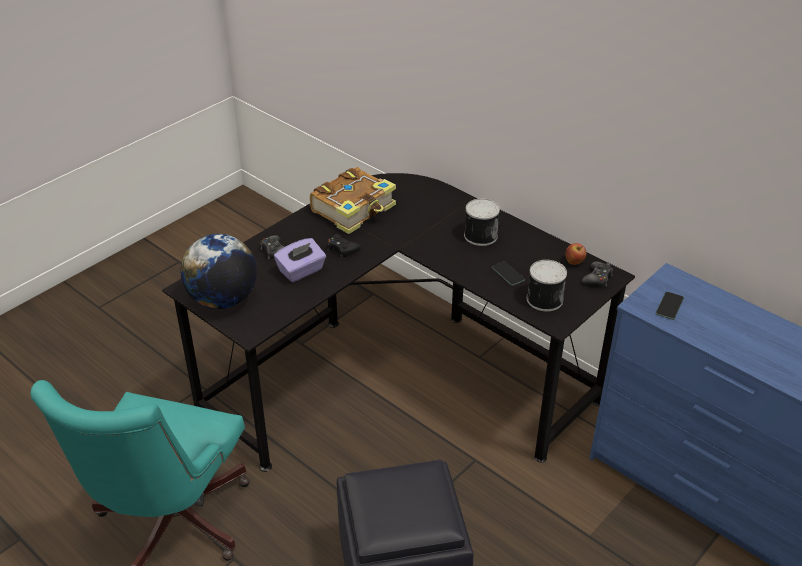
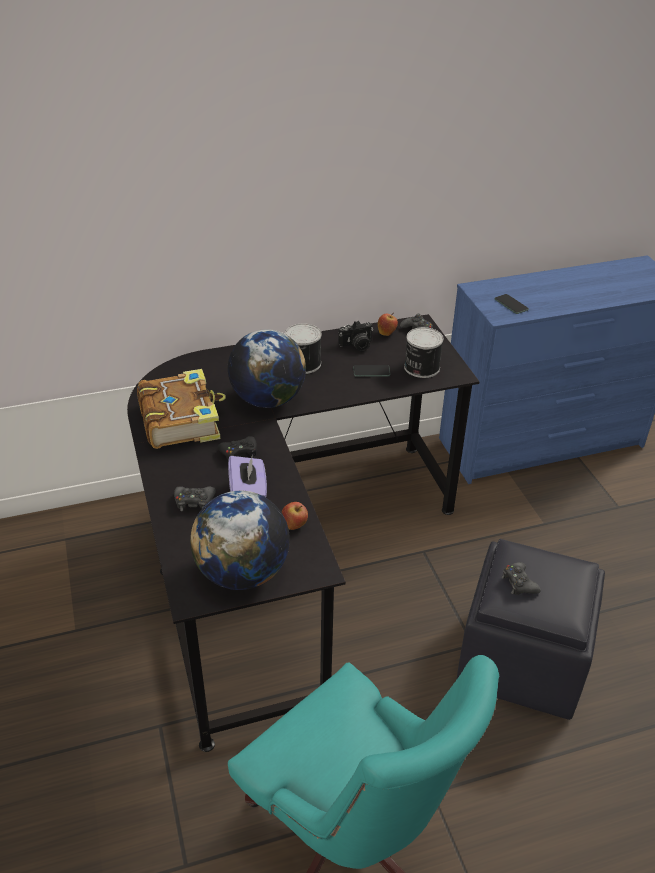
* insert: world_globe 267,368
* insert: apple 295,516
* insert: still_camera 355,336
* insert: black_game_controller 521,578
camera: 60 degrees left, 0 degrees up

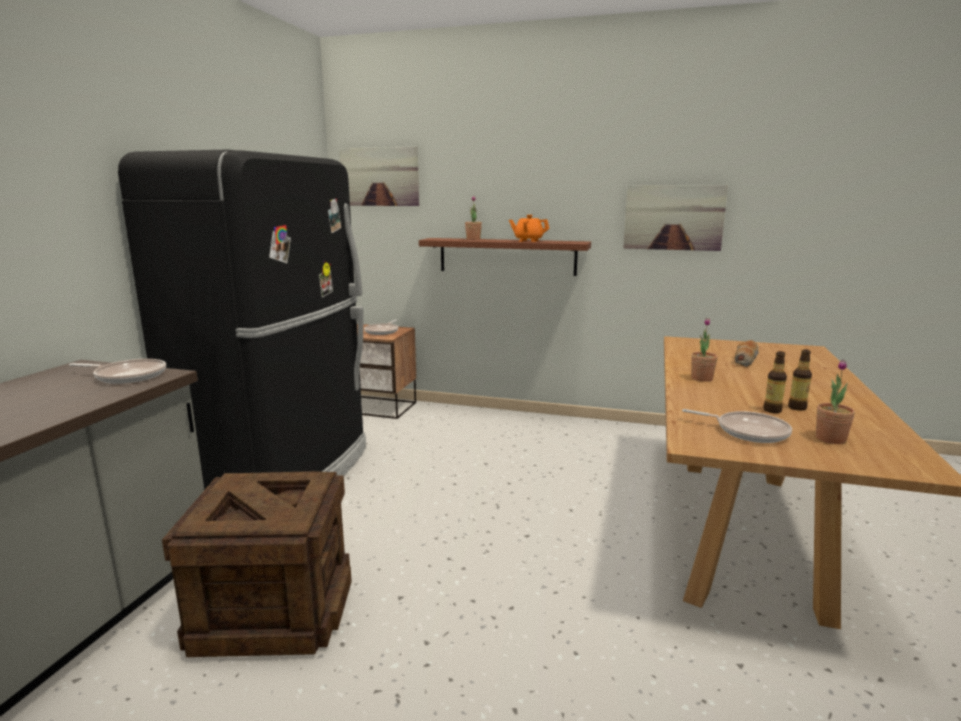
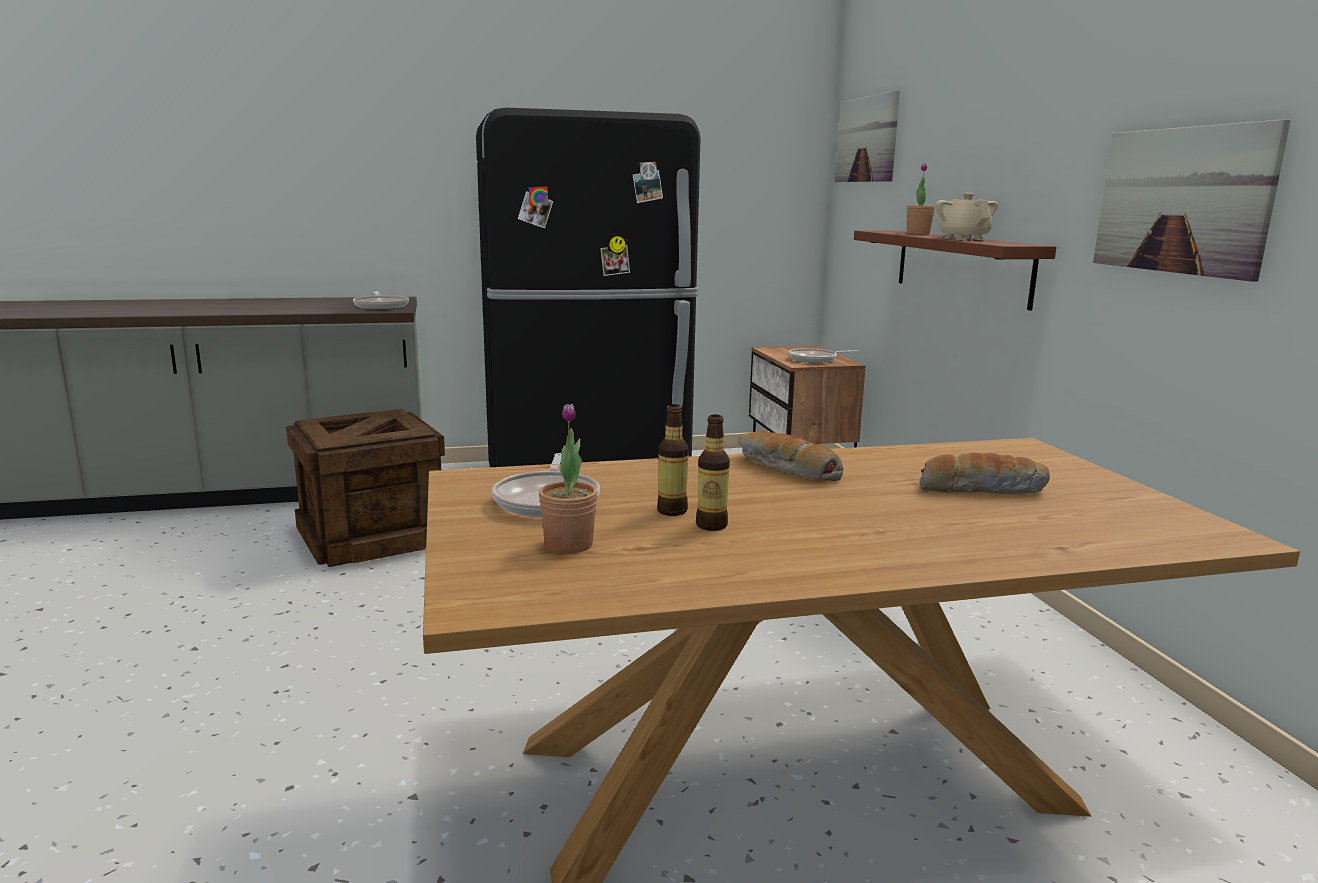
* recolor: orange-coloured_tea_pot 529,228 to sand-coloured_tea_pot 967,216
* replace: potted_plant 704,350 to bakery_bread 791,455
camera: 60 degrees right, 0 degrees up

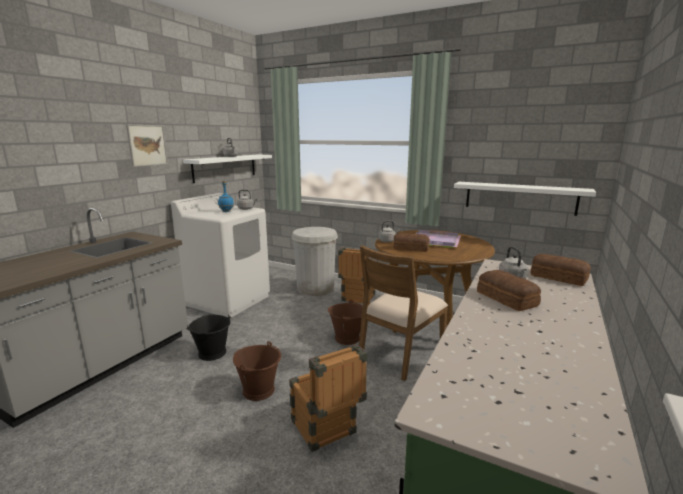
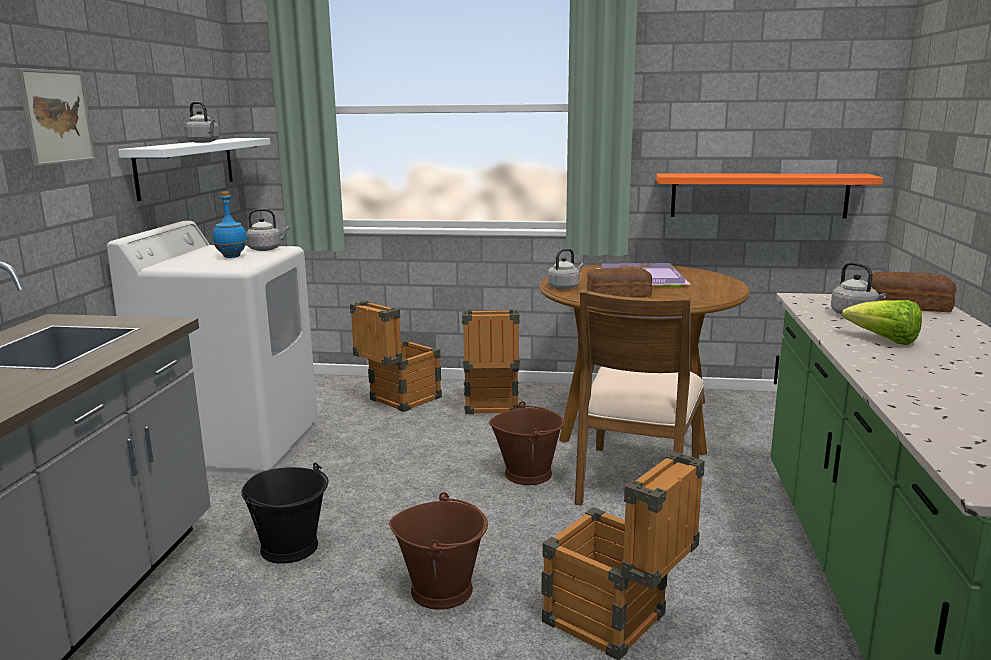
* replace: white-coloured_waste_bin 314,261 to crate 396,356
* recolor: white-coloured_shelf 525,199 to orange-coloured_shelf 769,195
* replace: bakery_bread 509,290 to lettuce_head 882,322
camera: 20 degrees left, 0 degrees up

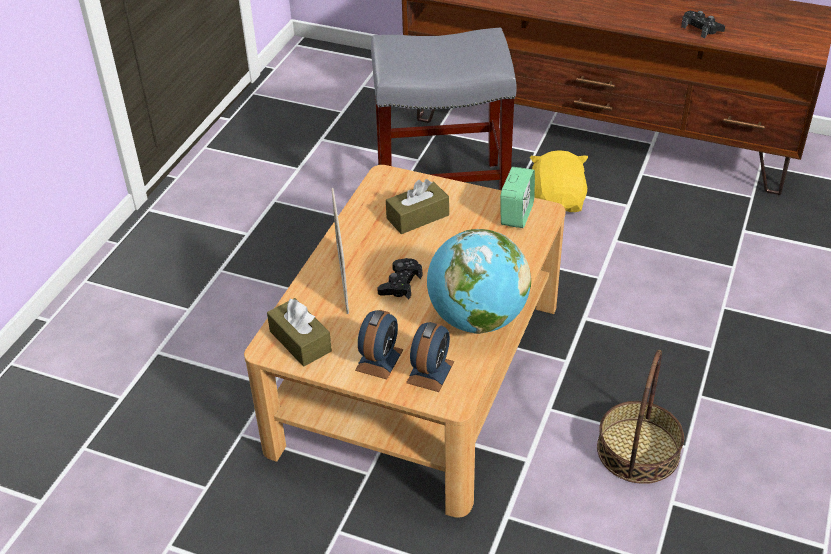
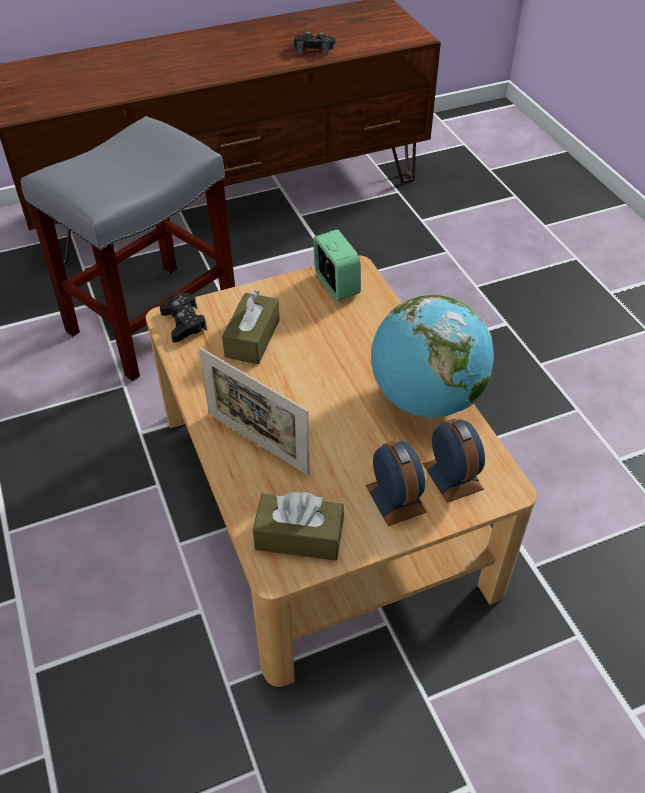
* move: black_game_controller 399,278 to 183,317
* delete: yellowish_plush_toy 559,181
* delete: household_basket 640,417
camera: 45 degrees left, 5 degrees up

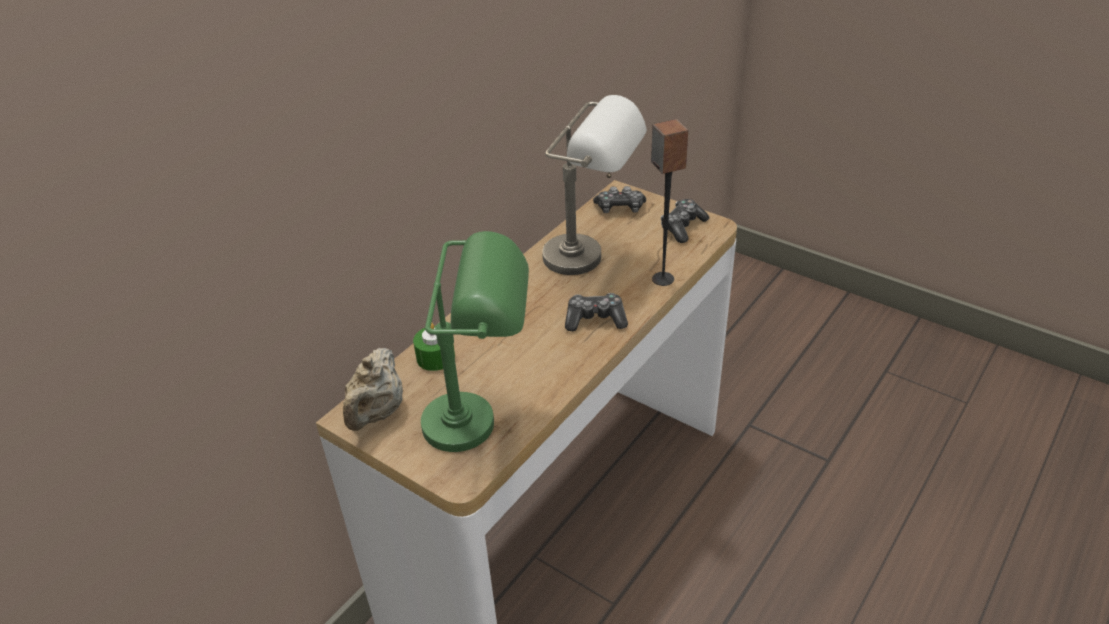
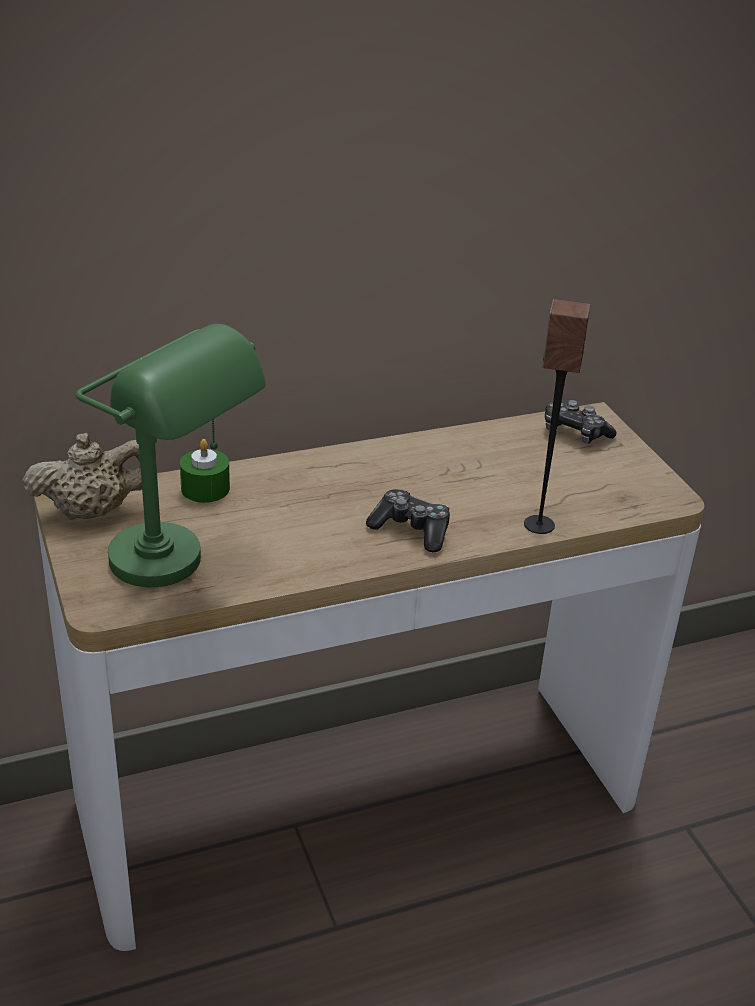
* rotate: sand-coloured_tea_pot 373,389 = 82,476 150 degrees counterclockwise
* delete: grey_lamp_for_a_table 594,185
* delete: game_controller 685,221
camera: 30 degrees right, 5 degrees down

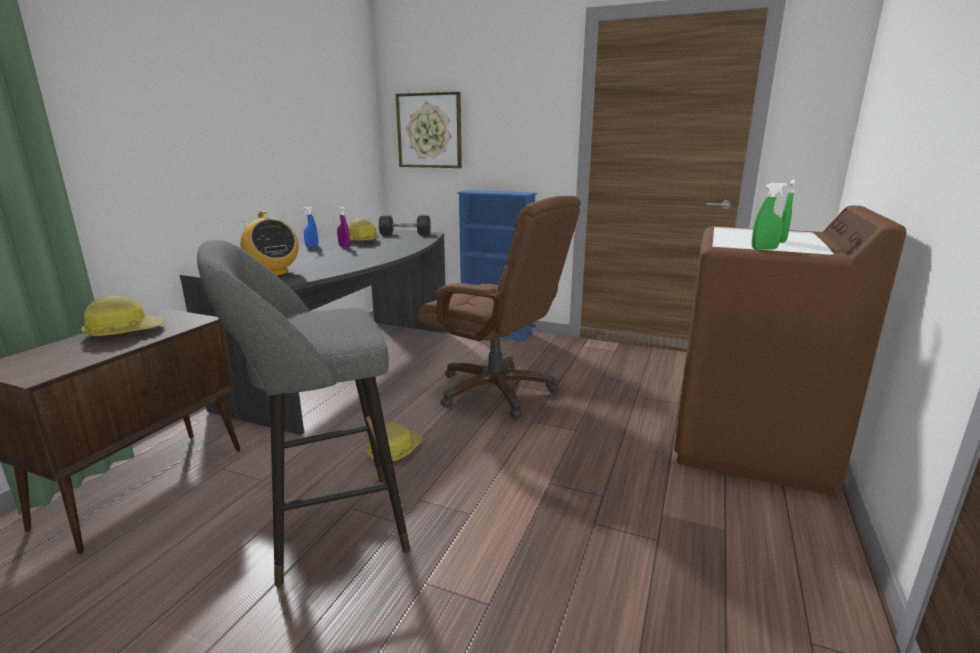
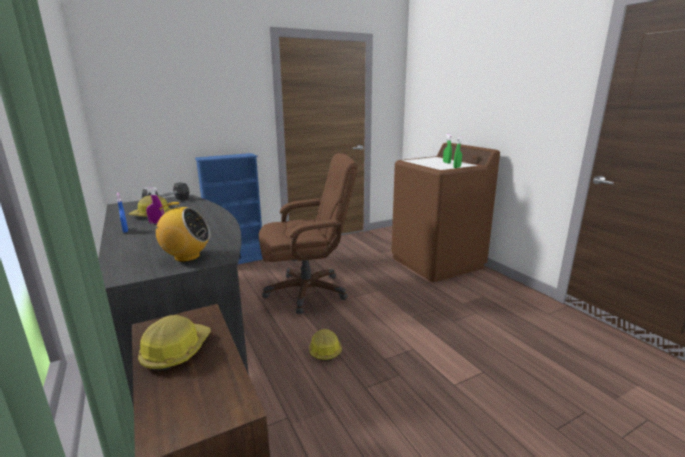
* delete: grey_sitting_stool 303,413
* delete: wall_picture 429,129
camera: 50 degrees left, 0 degrees up

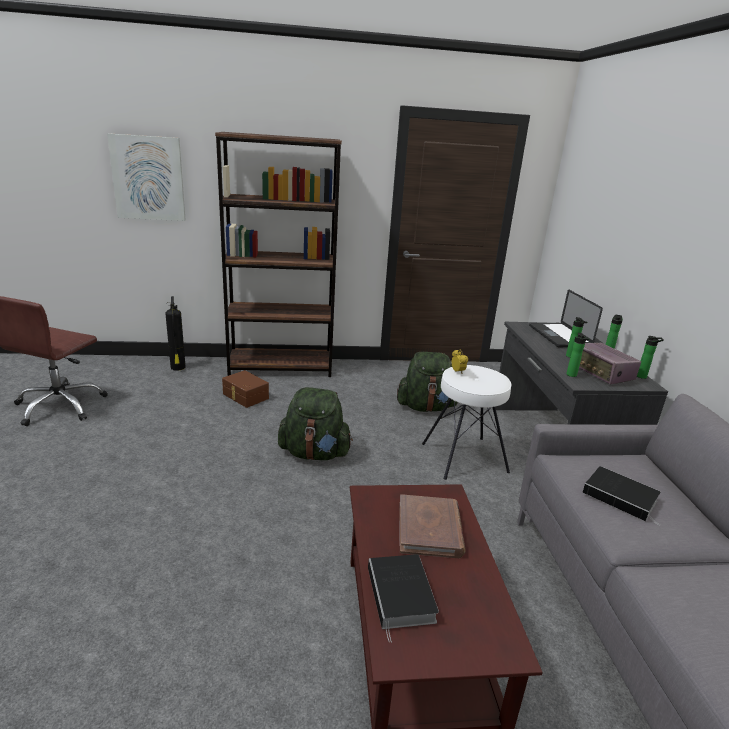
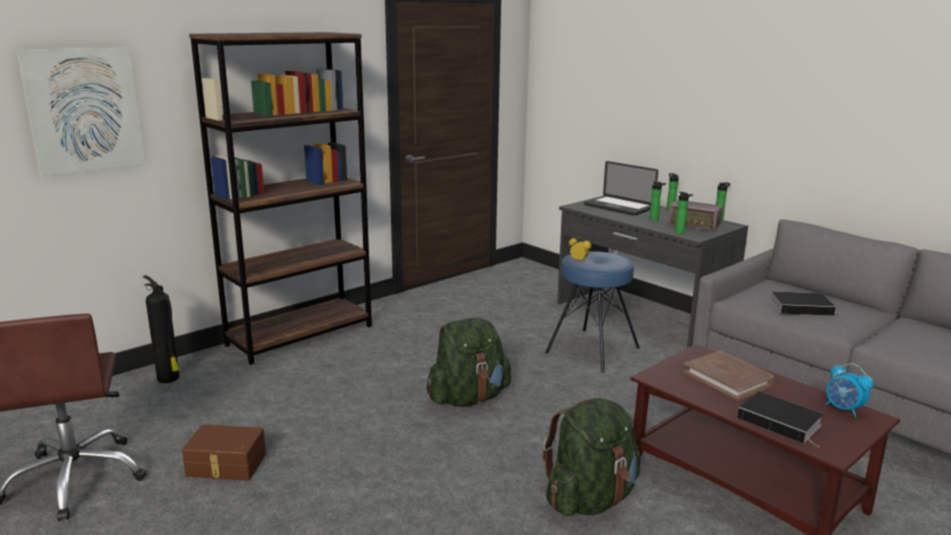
* move: brownish_storage_bin 245,389 to 224,453
* move: green-coloured_rucksack 427,382 to 592,457
* recolor: white-coloured_sitting_stool 466,422 to blue-coloured_sitting_stool 592,312
* insert: table_clock 849,390
camera: 35 degrees left, 5 degrees down

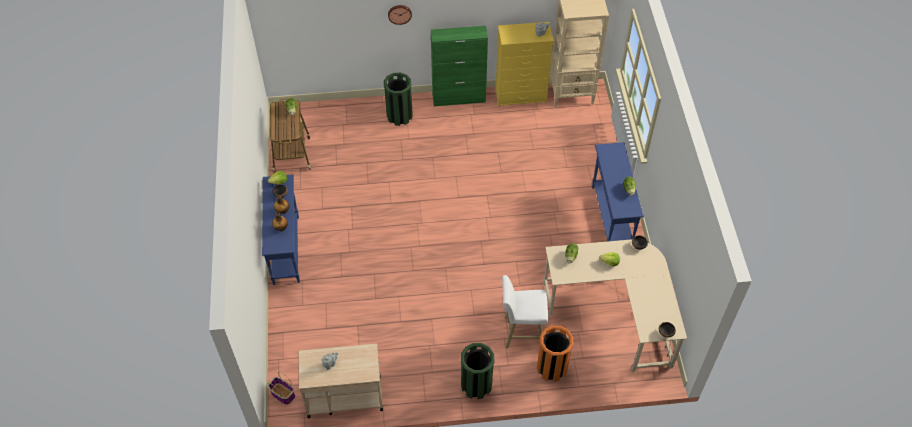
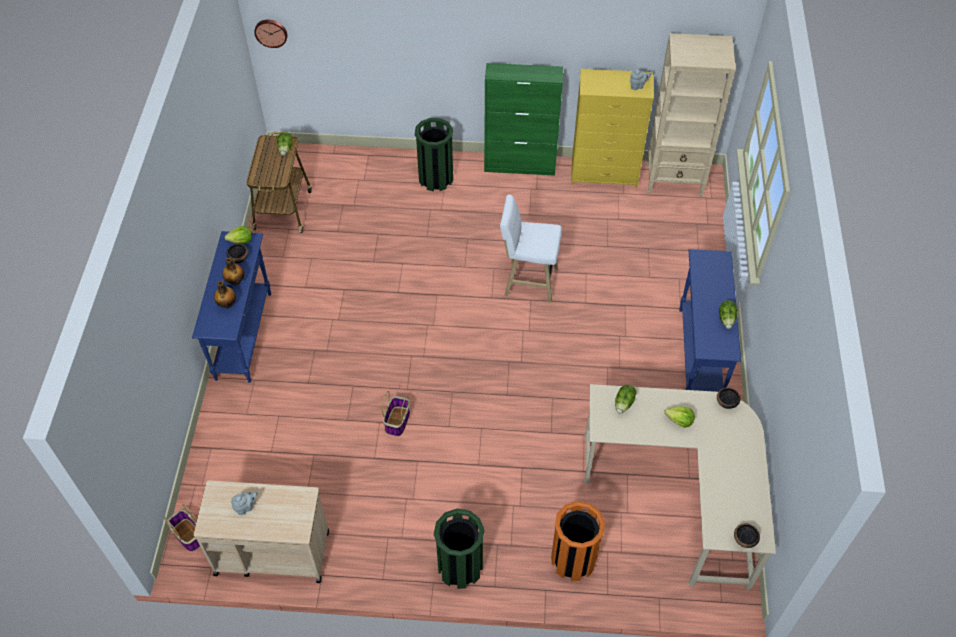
* move: clock_on_the_wall 400,15 to 270,34
* move: white-coloured_sitting_stool 525,311 to 531,249
* insert: household_basket 396,413
camera: 10 degrees right, 0 degrees up

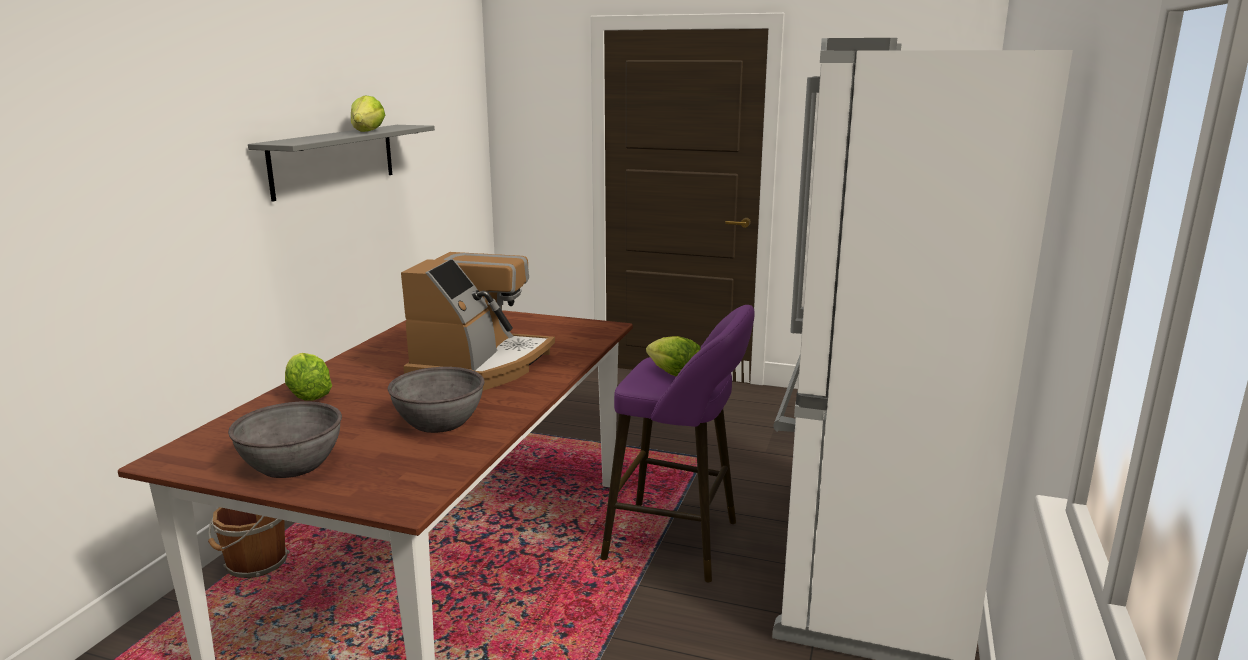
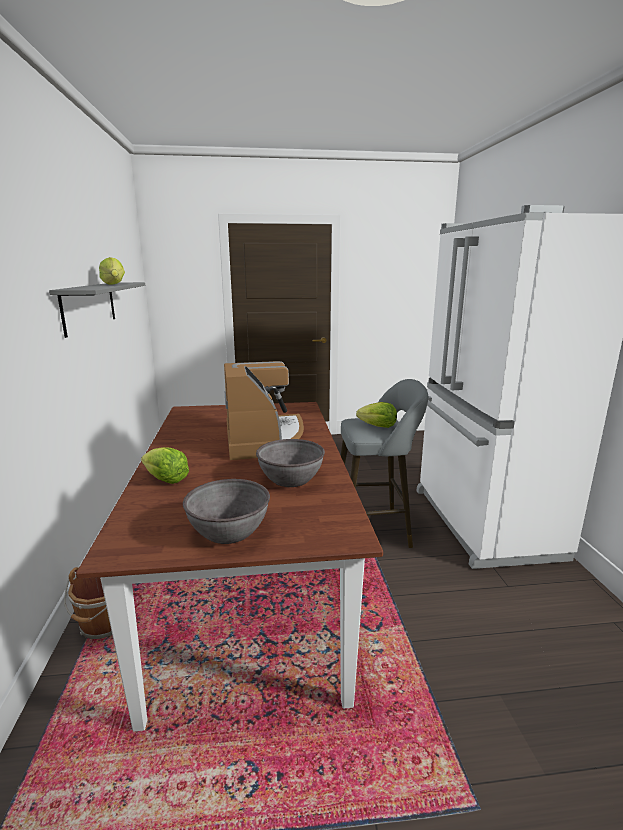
* recolor: purplish_sitting_stool 677,443 to grey_sitting_stool 384,463
camera: 25 degrees left, 0 degrees up

